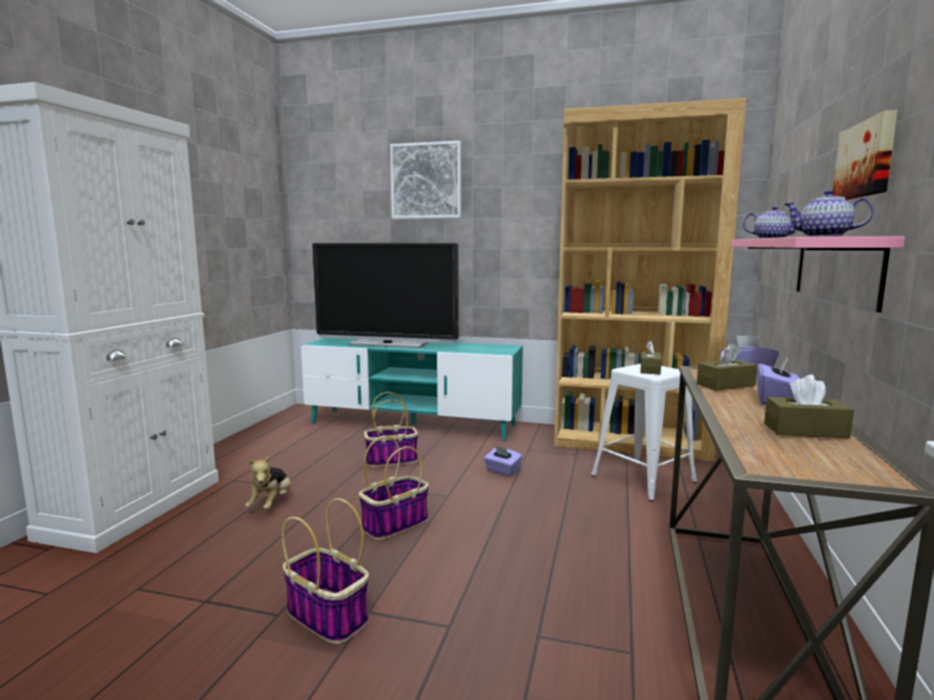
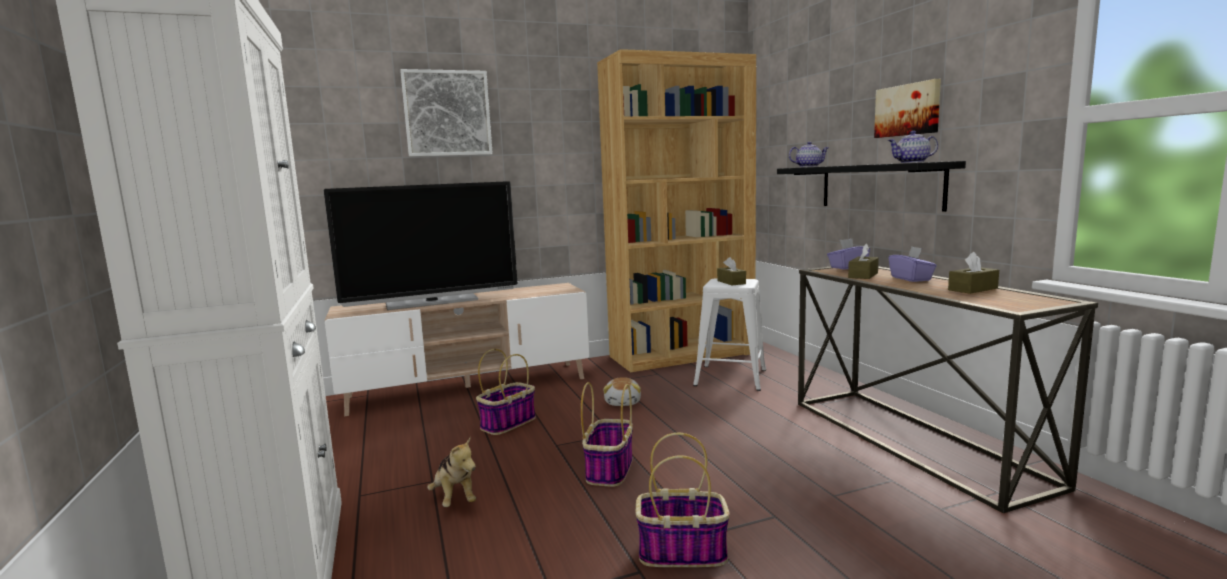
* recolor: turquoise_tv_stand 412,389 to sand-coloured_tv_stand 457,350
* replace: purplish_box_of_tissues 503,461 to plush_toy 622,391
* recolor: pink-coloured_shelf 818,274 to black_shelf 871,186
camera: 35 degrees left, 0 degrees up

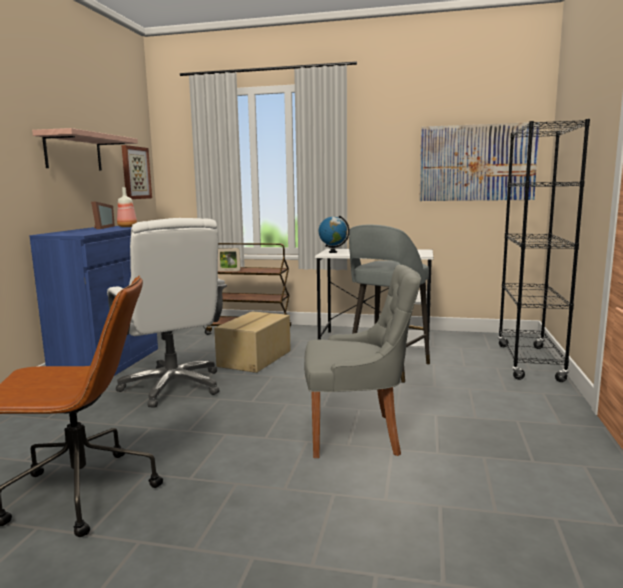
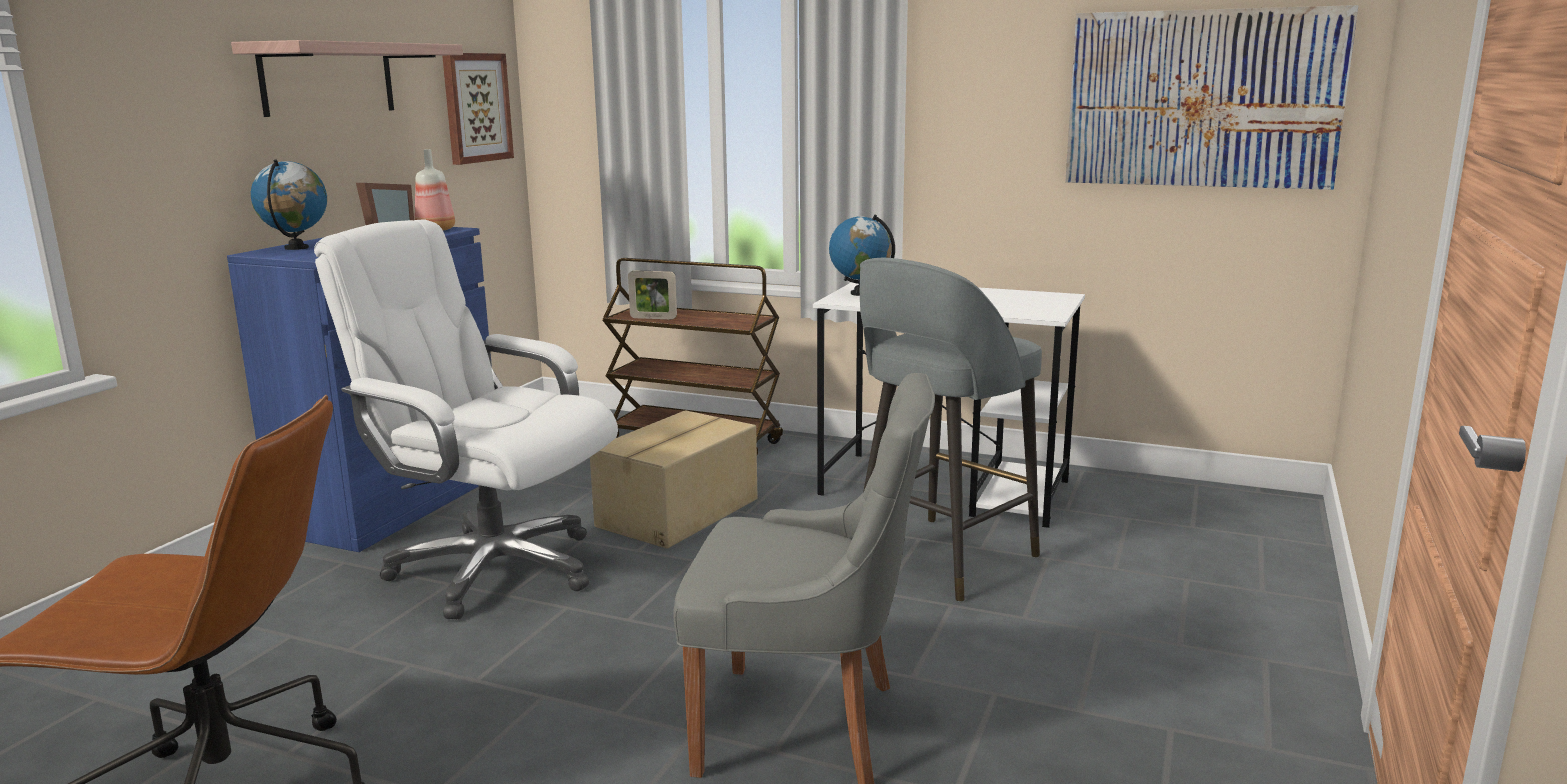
* rotate: white-coloured_desk_chair 167,313 = 466,419 135 degrees clockwise
* delete: black_bookshelf 544,250
* insert: world_globe 289,204
camera: 10 degrees right, 5 degrees up

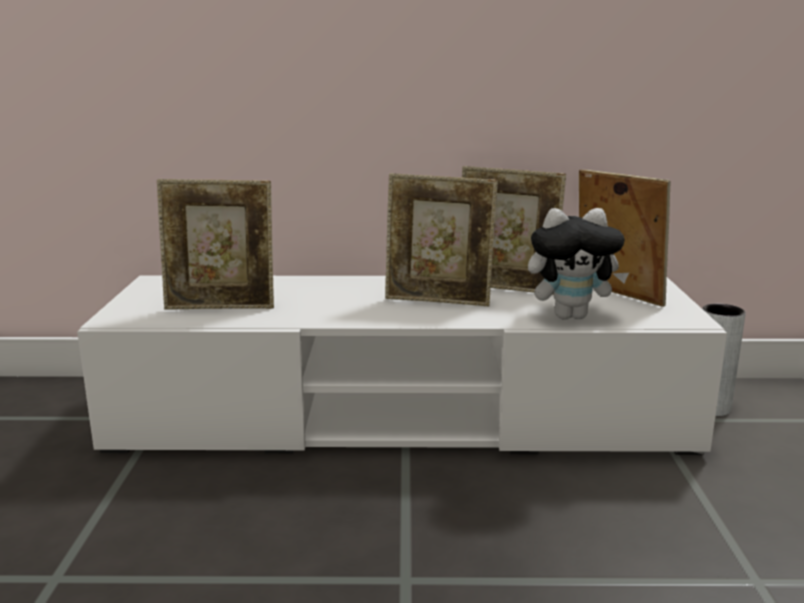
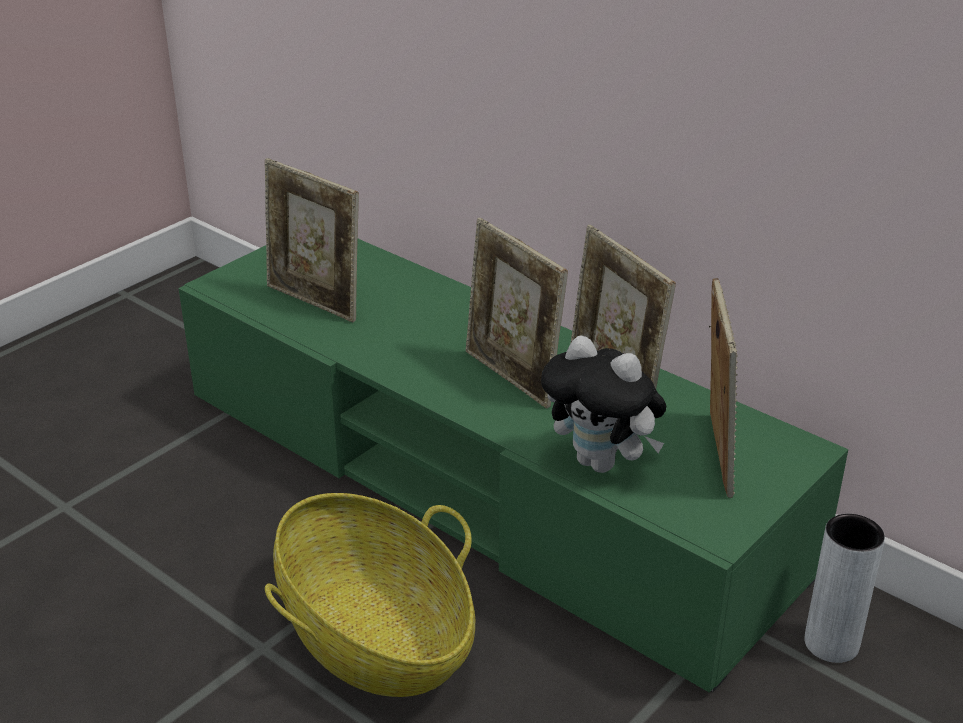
* recolor: white-coloured_tv_stand 402,365 to green-coloured_tv_stand 513,466
* insert: household_basket 370,595
camera: 40 degrees right, 15 degrees up

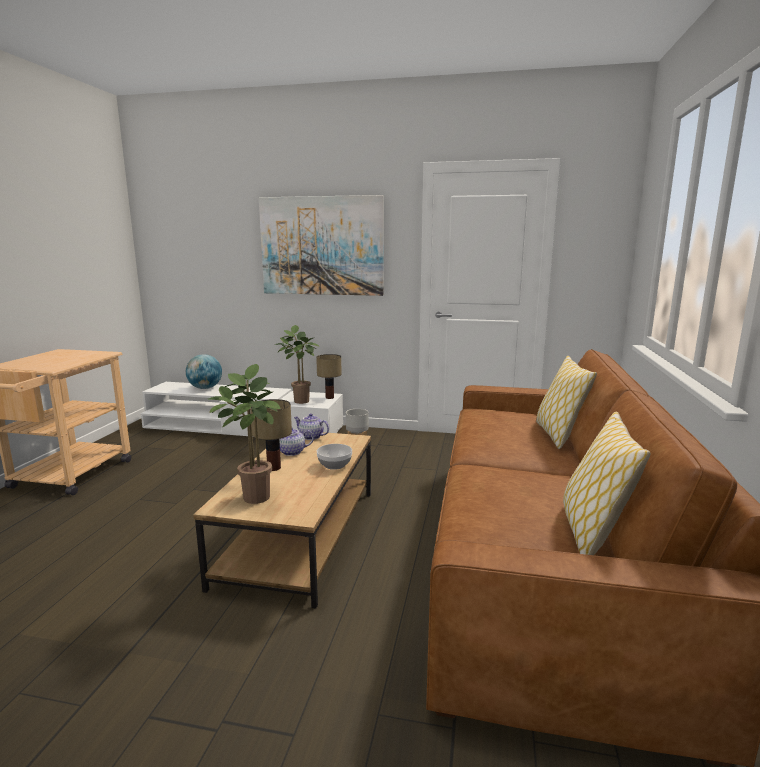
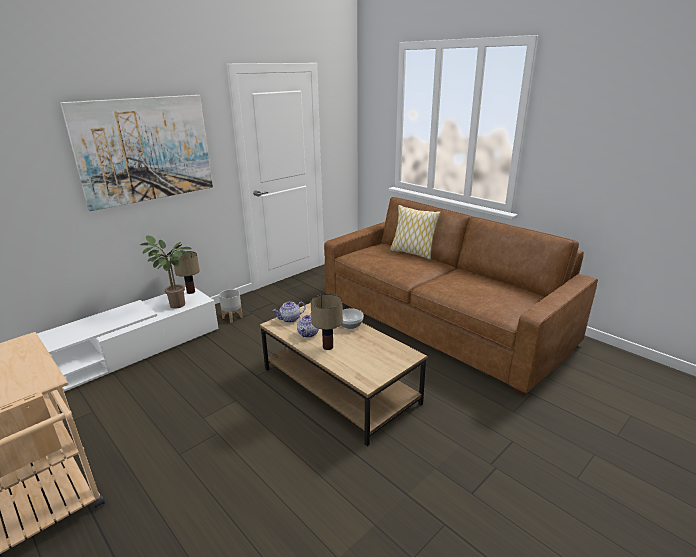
* delete: world_globe 204,371
* delete: potted_plant 244,434
* delete: pillow 607,483
camera: 55 degrees left, 10 degrees up

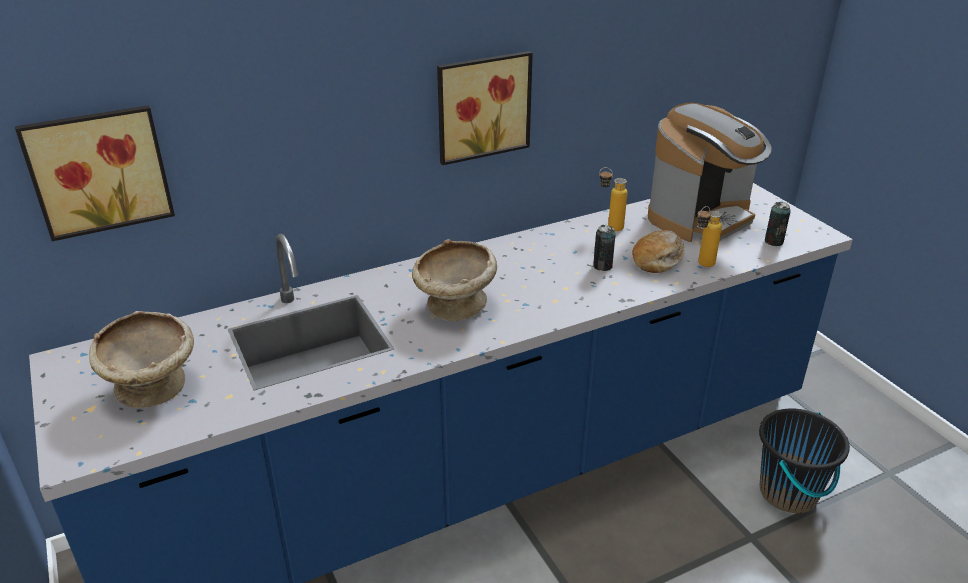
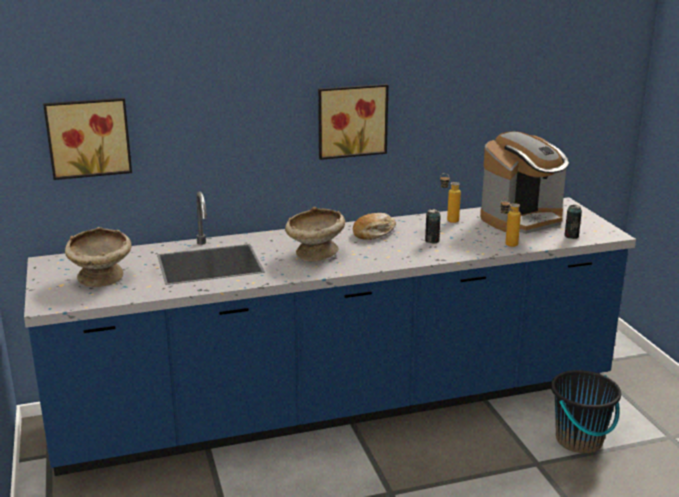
* move: bakery_bread 658,251 to 374,226
camera: 10 degrees right, 10 degrees down

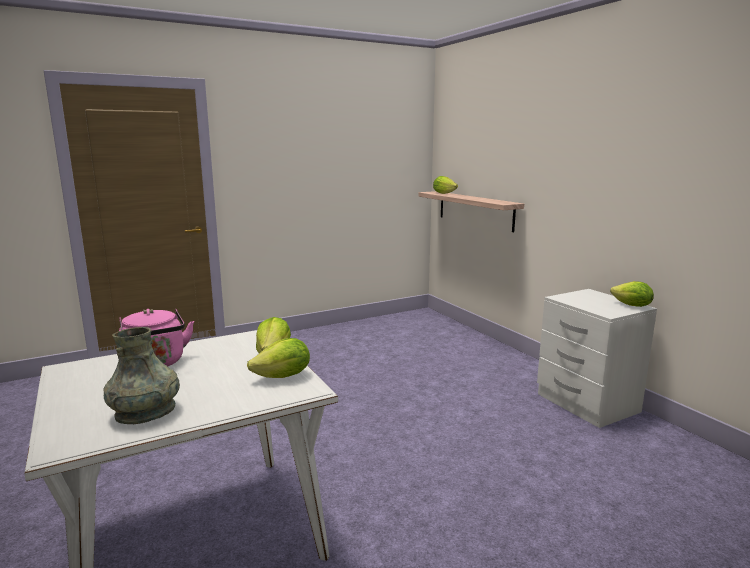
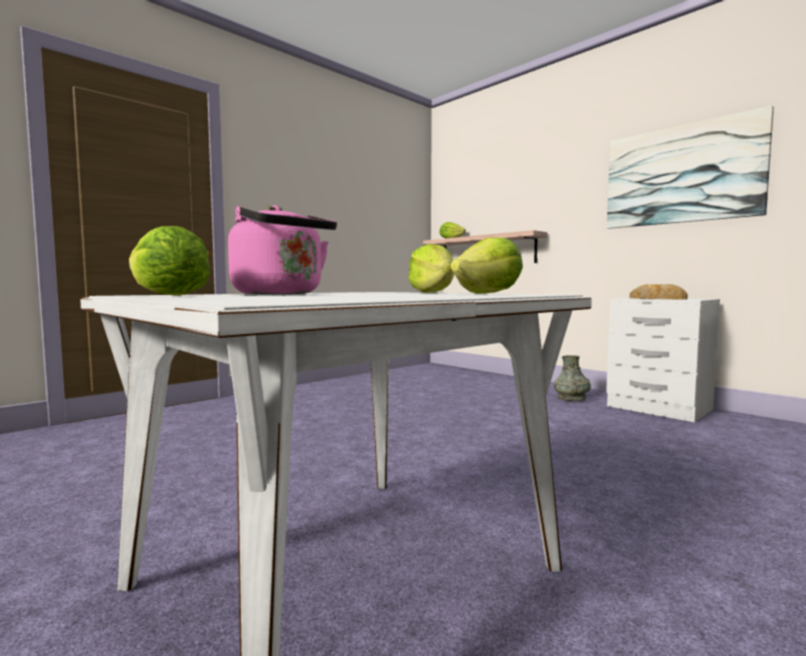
* move: grey_decorative_vase 141,375 to 572,378
* move: lettuce_head 632,294 to 169,260
* insert: wall_picture 690,167
* insert: bakery_bread 659,291
camera: 15 degrees left, 10 degrees down

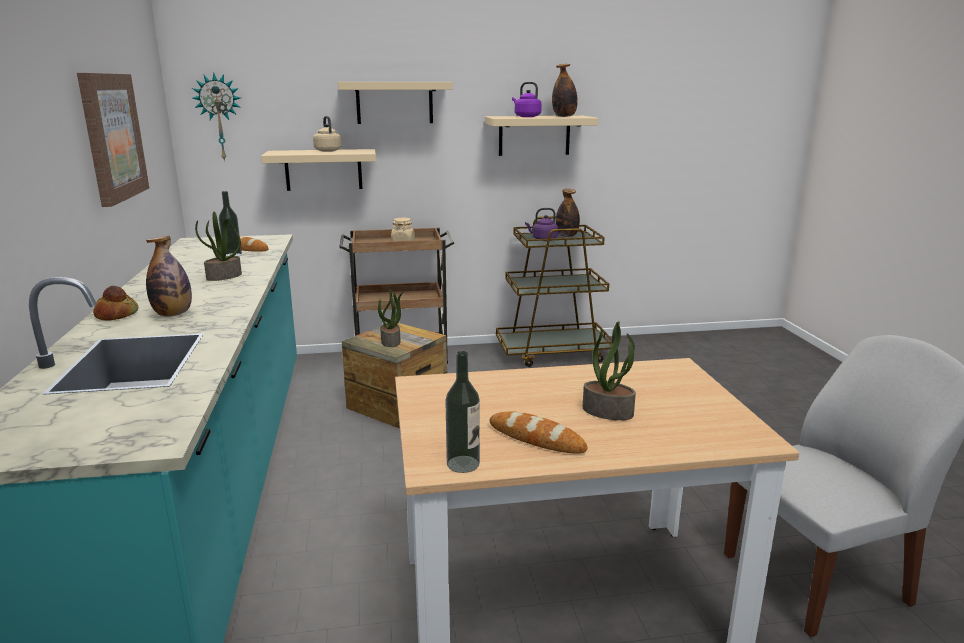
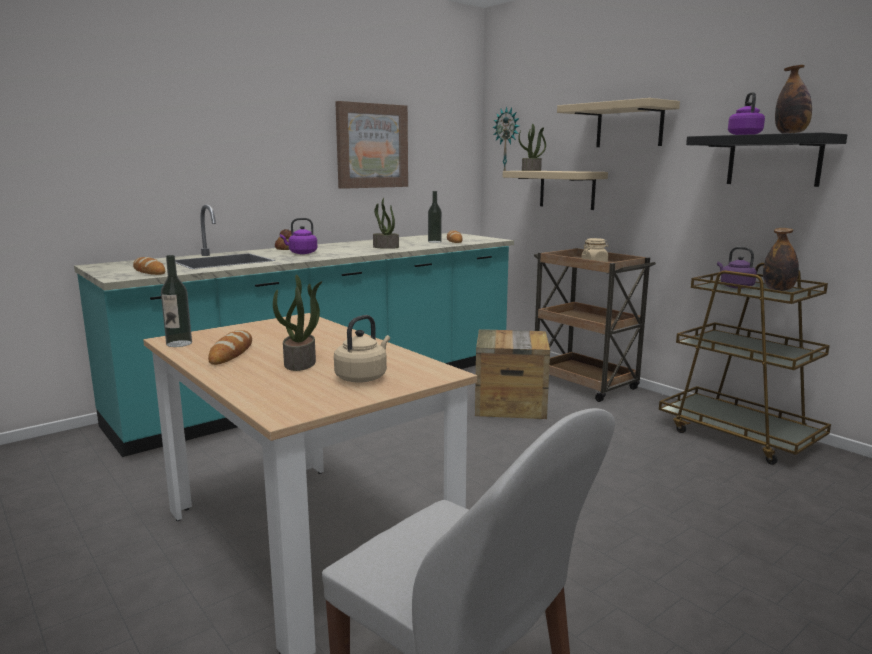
* replace: bottle 169,276 to purplish_water_kettle 299,236
* move: sand-coloured_water_kettle 327,134 to 362,349
* move: potted_plant 391,318 to 532,147
* recolor: sand-coloured_shelf 541,136 to black_shelf 766,159
* insert: bakery_bread 149,266
camera: 60 degrees right, 5 degrees down

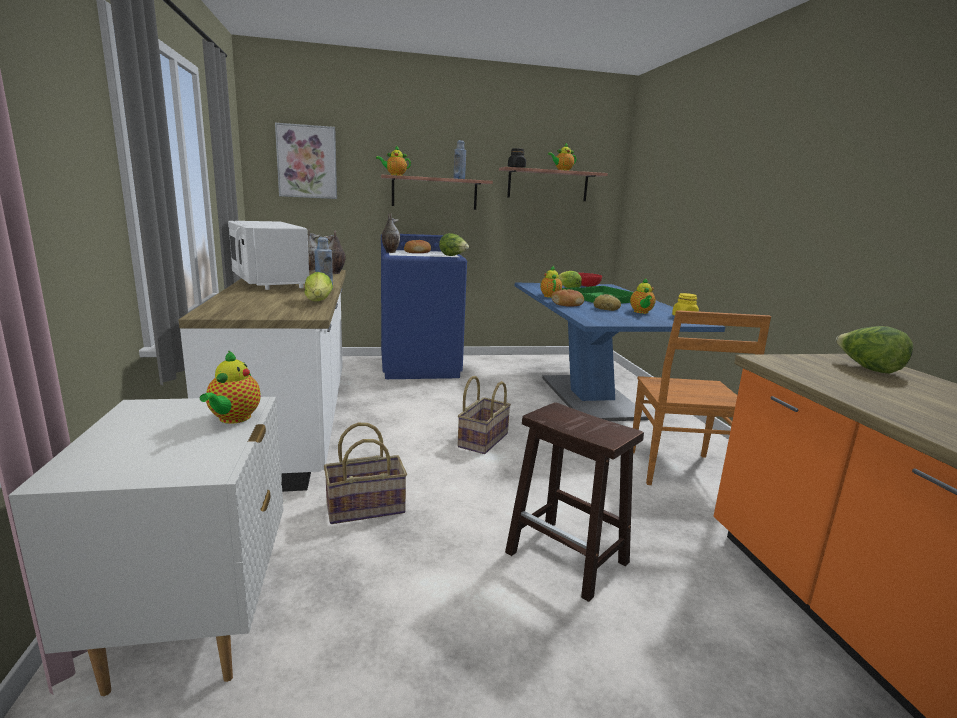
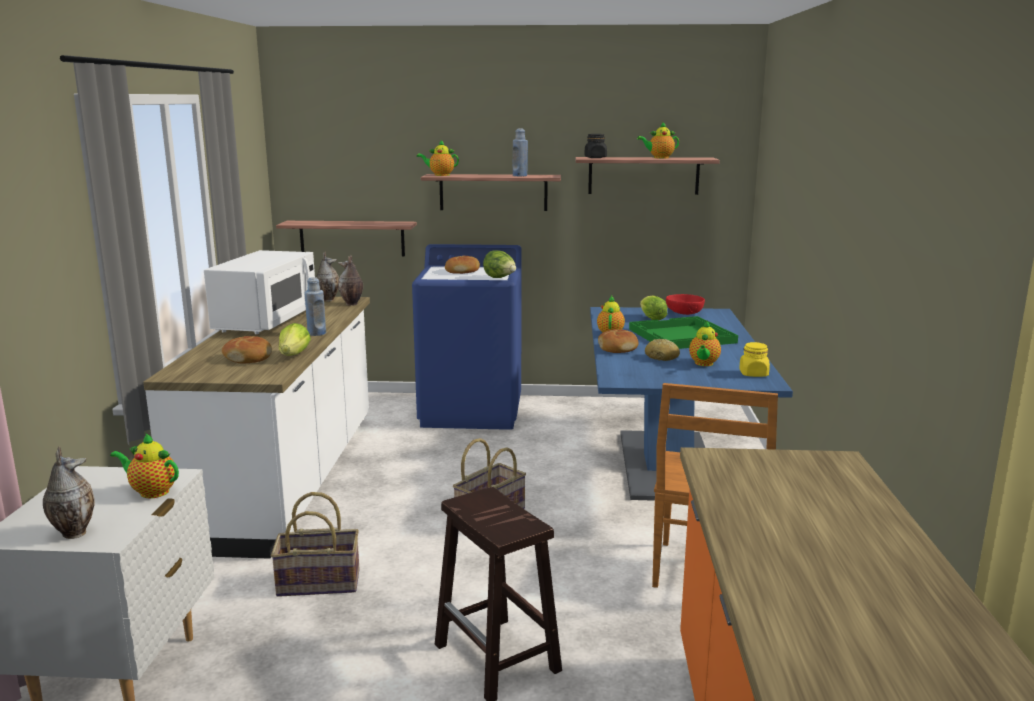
* rotate: tea_pot 230,387 = 144,465 90 degrees clockwise
* rotate: white-coloured_microwave_oven 268,255 = 259,292 150 degrees counterclockwise
* delete: wall_picture 306,161
* move: decorative_vase 391,233 to 69,492
* delete: lettuce_head 874,350
* insert: bakery_bread 247,349
* insert: shelf 346,238
camera: 15 degrees right, 0 degrees up

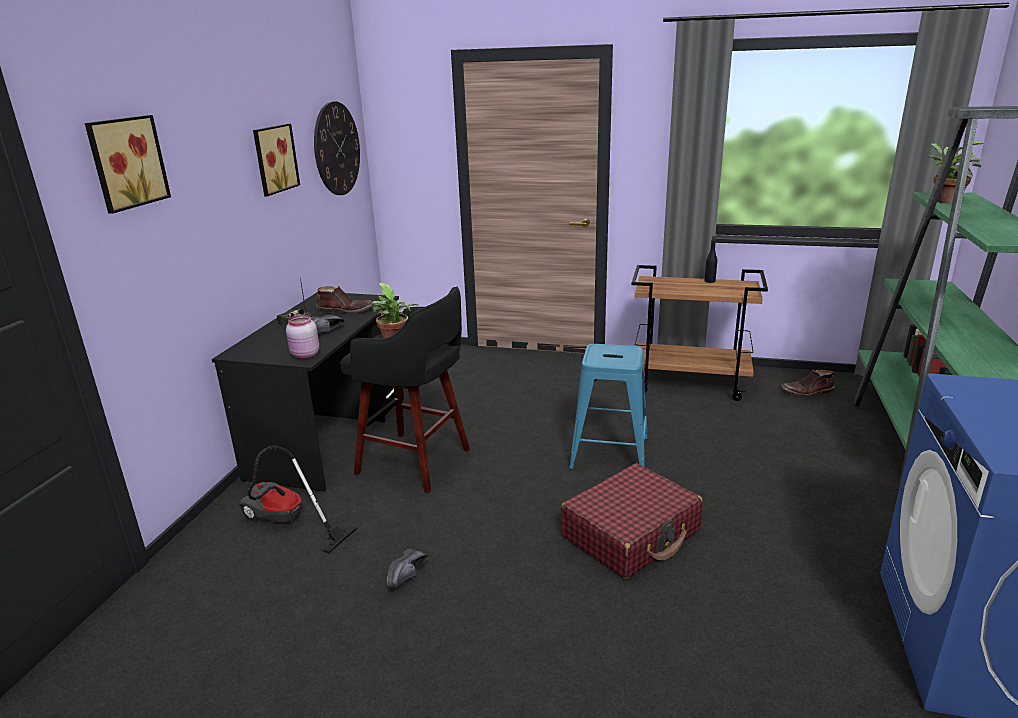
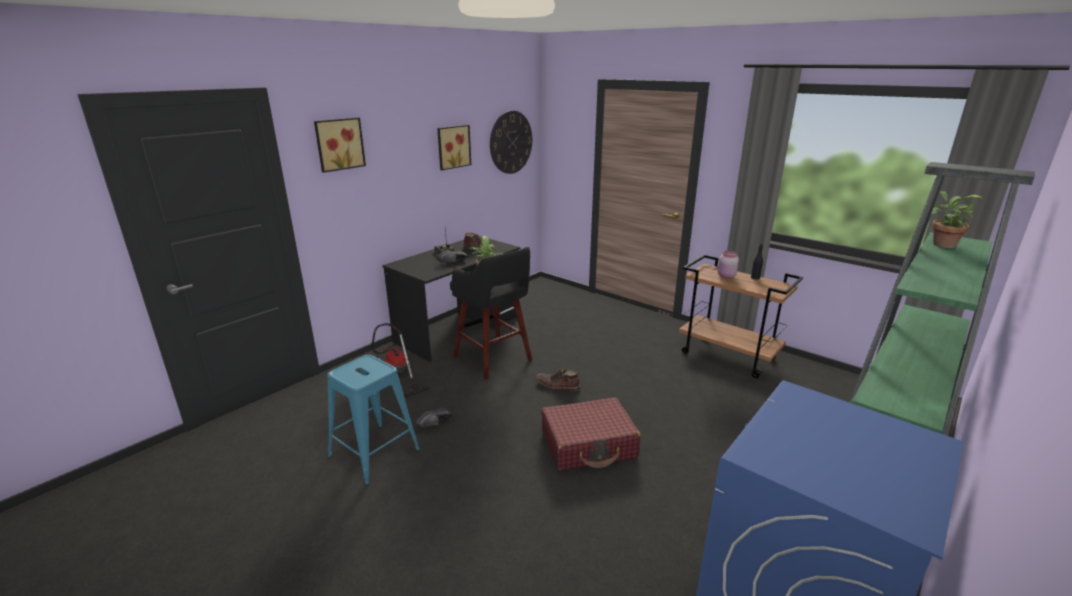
* move: pink-coloured_preserve_jar 302,337 to 728,264
* move: blue-coloured_sitting_stool 608,406 to 373,420
* move: brownish_tall_boot 808,382 to 558,379
camera: 25 degrees right, 0 degrees up

